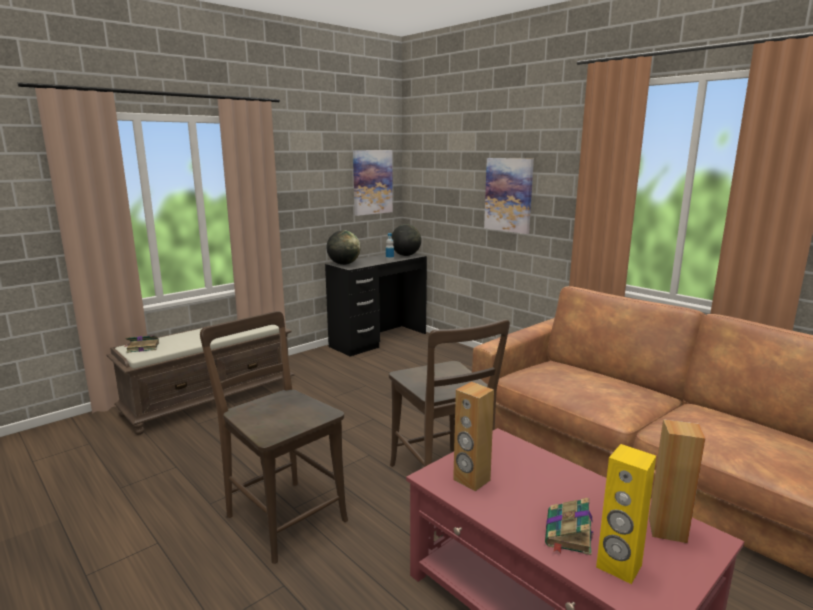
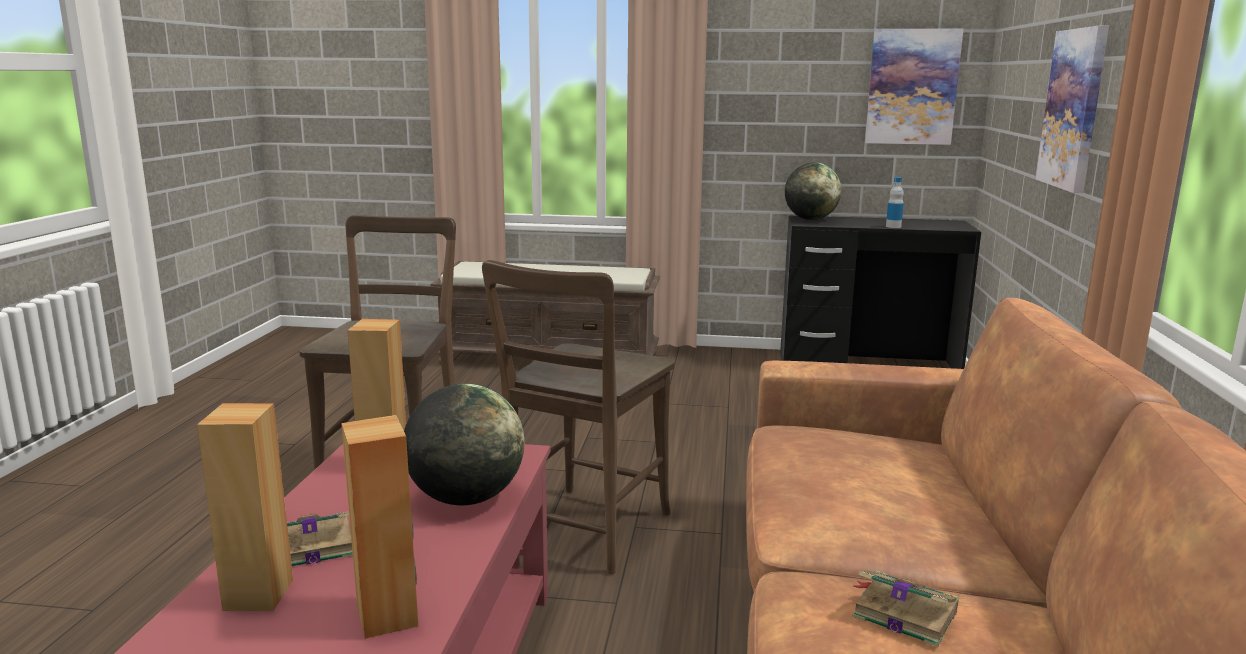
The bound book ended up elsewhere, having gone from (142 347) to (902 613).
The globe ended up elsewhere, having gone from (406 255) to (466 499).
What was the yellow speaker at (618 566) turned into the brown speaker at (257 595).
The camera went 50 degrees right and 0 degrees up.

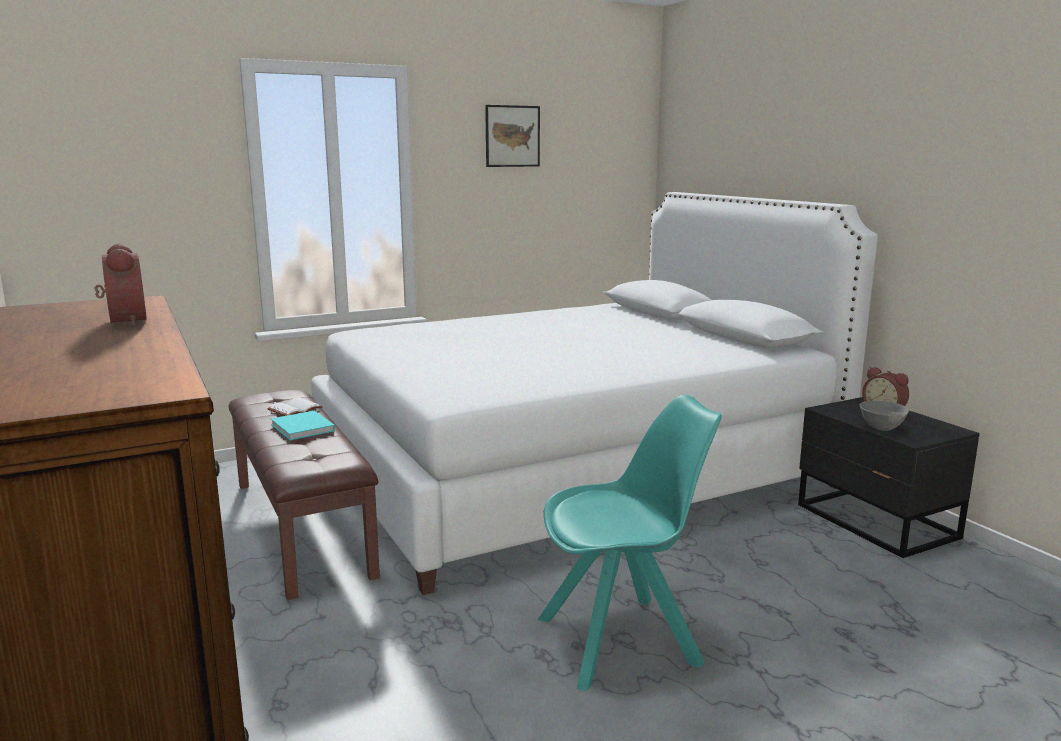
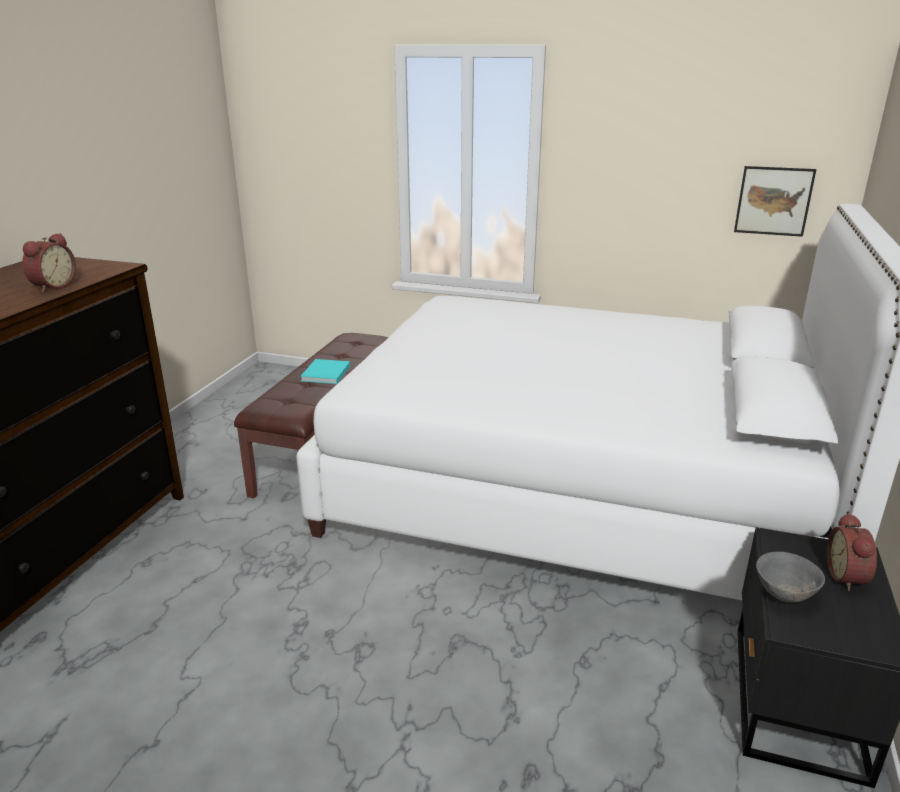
The second view lost the white bound book at (295 409).
The second view lost the turquoise-coloured plain chair at (622 641).
The picture ended up elsewhere, having gone from (512 136) to (773 201).
The camera went 45 degrees right and 10 degrees up.

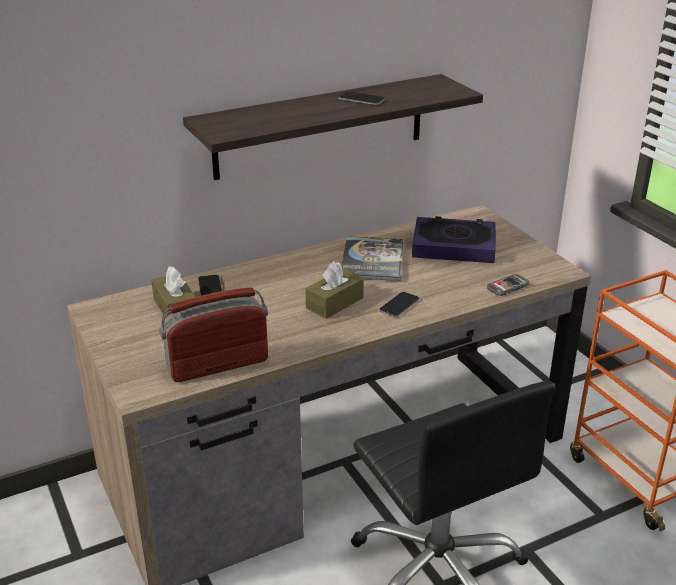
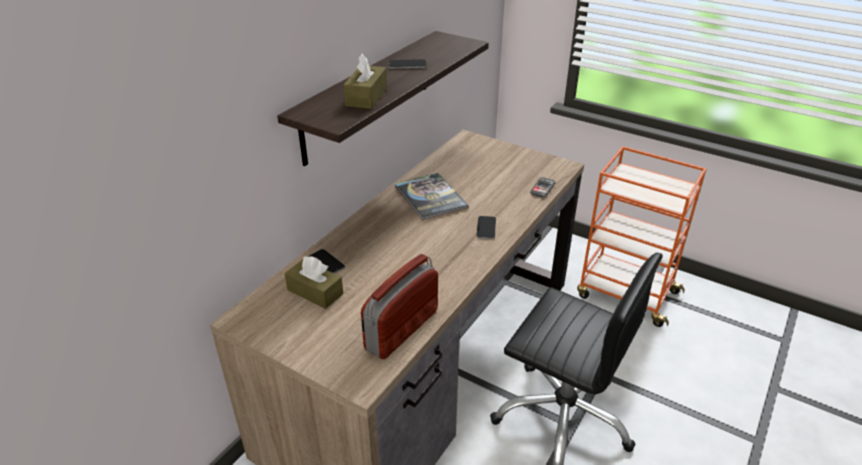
The second view lost the bound book at (453 246).
The brown box of tissues ended up elsewhere, having gone from (334 303) to (366 97).
The camera went 30 degrees left and 5 degrees up.

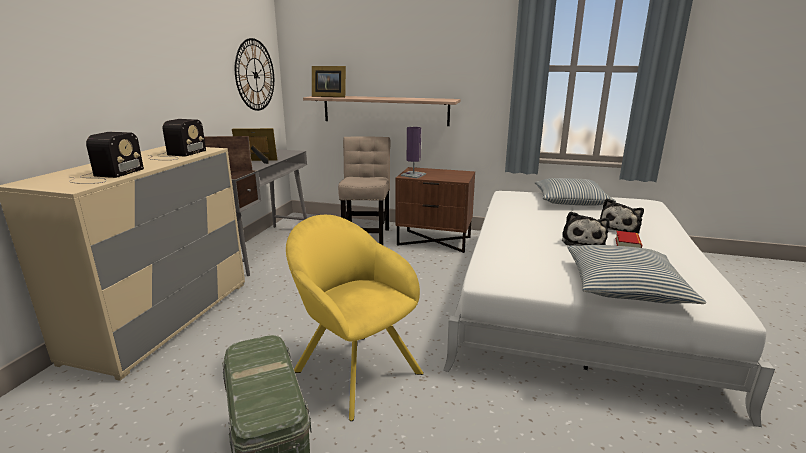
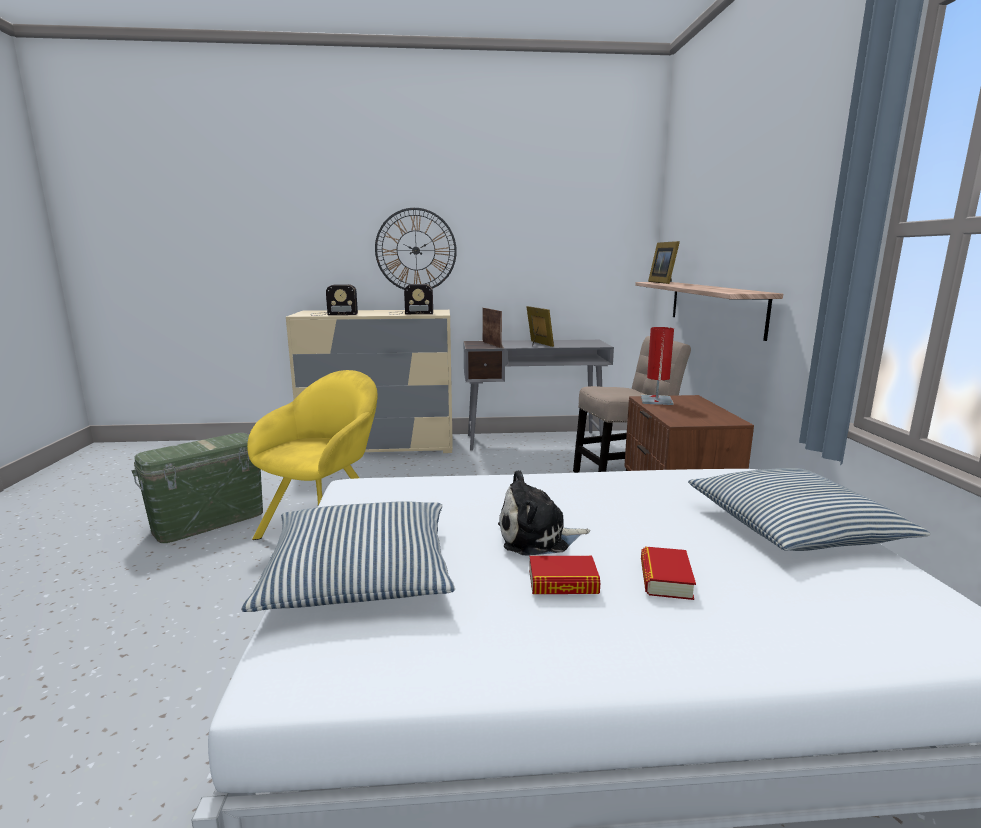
The wall clock ended up elsewhere, having gone from (255 75) to (416 250).
Where the soft toy stood at (620 228), the bound book came to stand at (665 579).
What was the purple lamp for a table at (413 175) turned into the red lamp for a table at (656 400).
The camera went 70 degrees right and 5 degrees down.

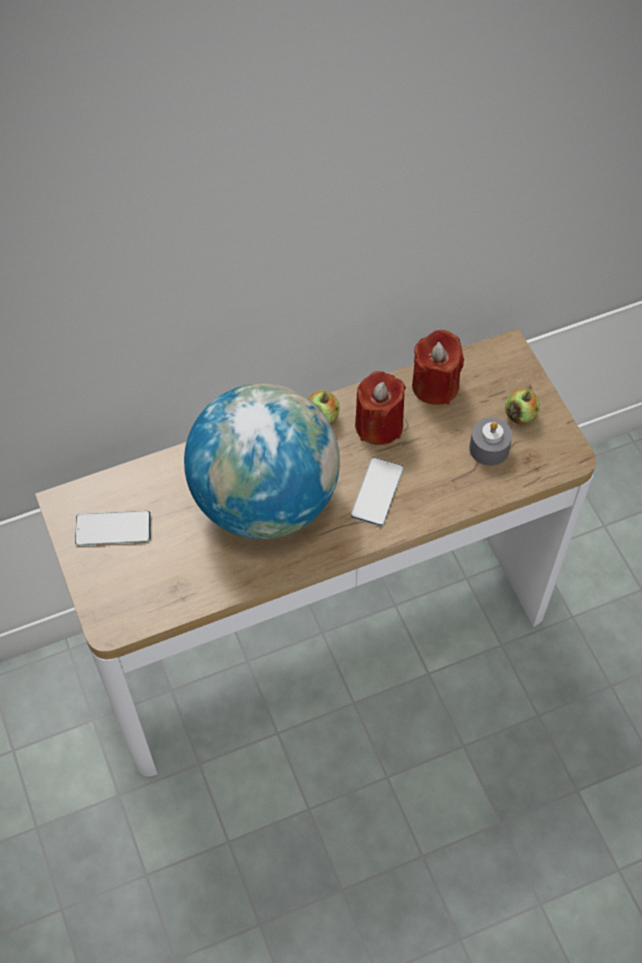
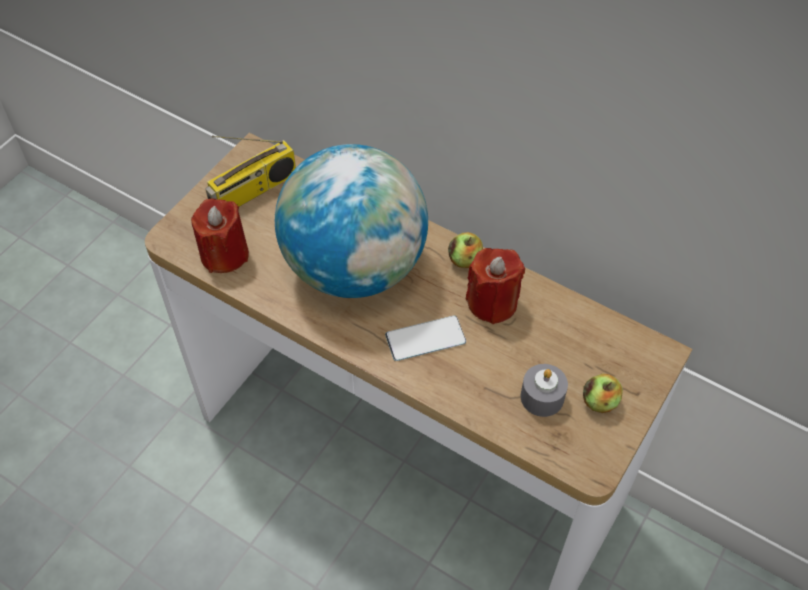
The red candle ended up elsewhere, having gone from (435 385) to (224 254).
Where the telephone stood at (113 528), the radio came to stand at (254 191).
The camera went 55 degrees right and 5 degrees down.

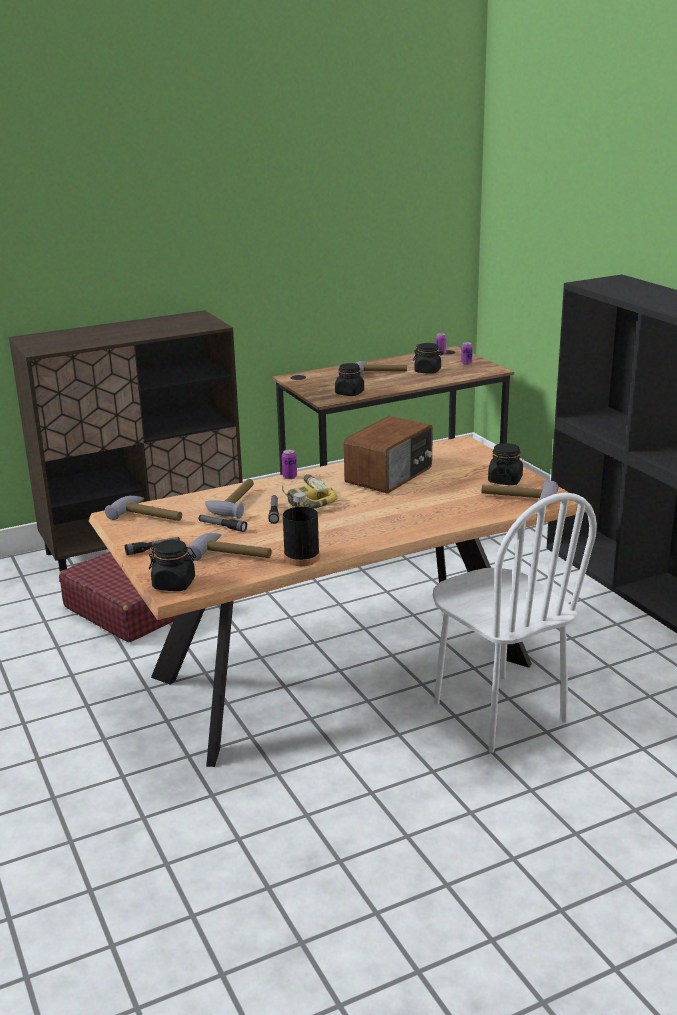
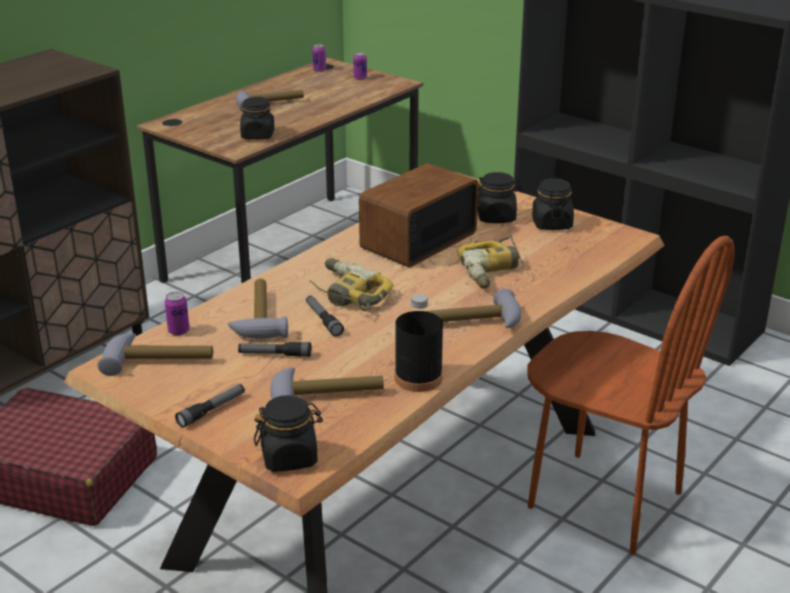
The second view gained the drill at (493 271).
The can ended up elsewhere, having gone from (289 477) to (178 331).
The blackish preserve jar ended up elsewhere, having gone from (428 371) to (496 217).
The tool hammer ended up elsewhere, having gone from (518 499) to (471 323).
What was the white plain chair at (498 712) turned into the brown plain chair at (604 500).
The radio at (390 475) ended up facing another way, 150 degrees counterclockwise from before.
The camera went 25 degrees left and 5 degrees up.

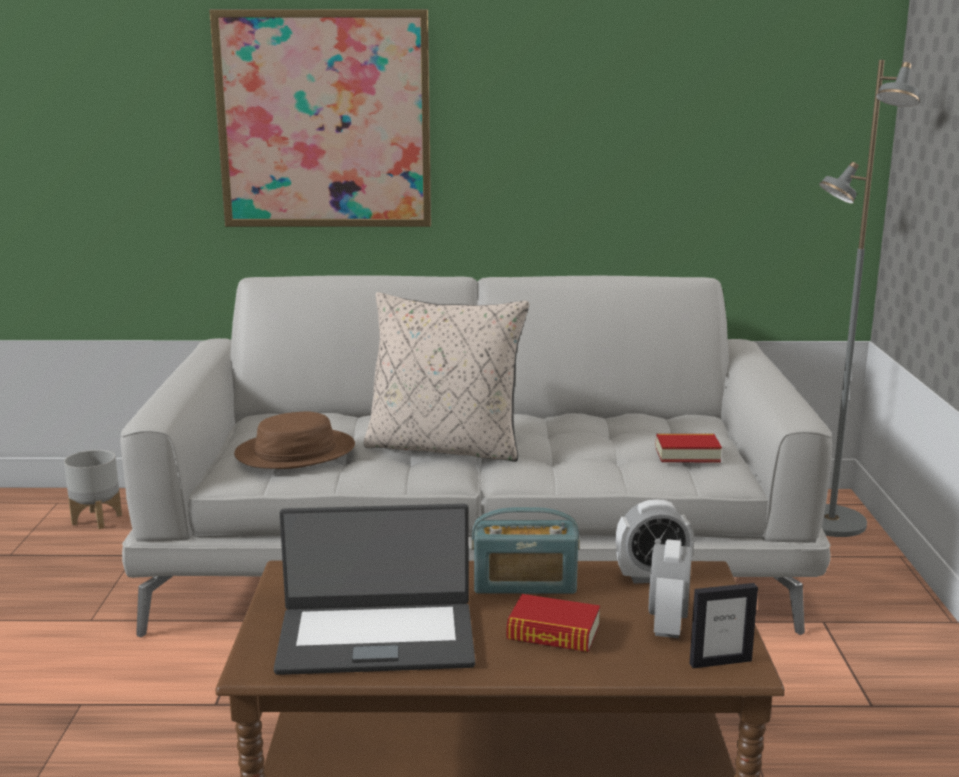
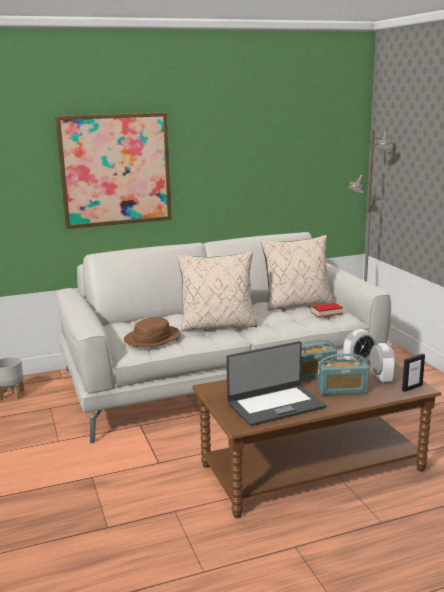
The second view gained the beige-coloured pillow at (297 304).
Where the bound book stood at (553 633), the radio came to stand at (342 390).
The camera went 20 degrees left and 0 degrees up.

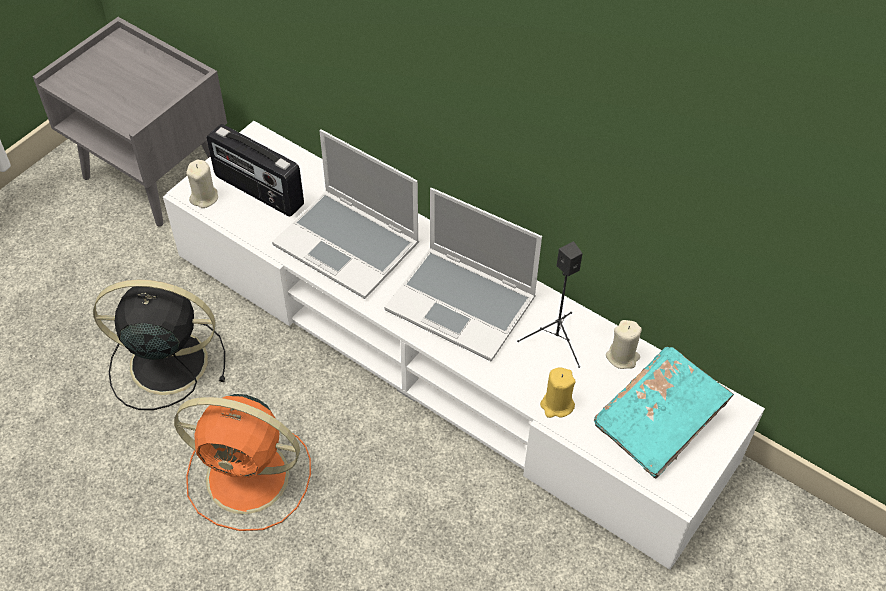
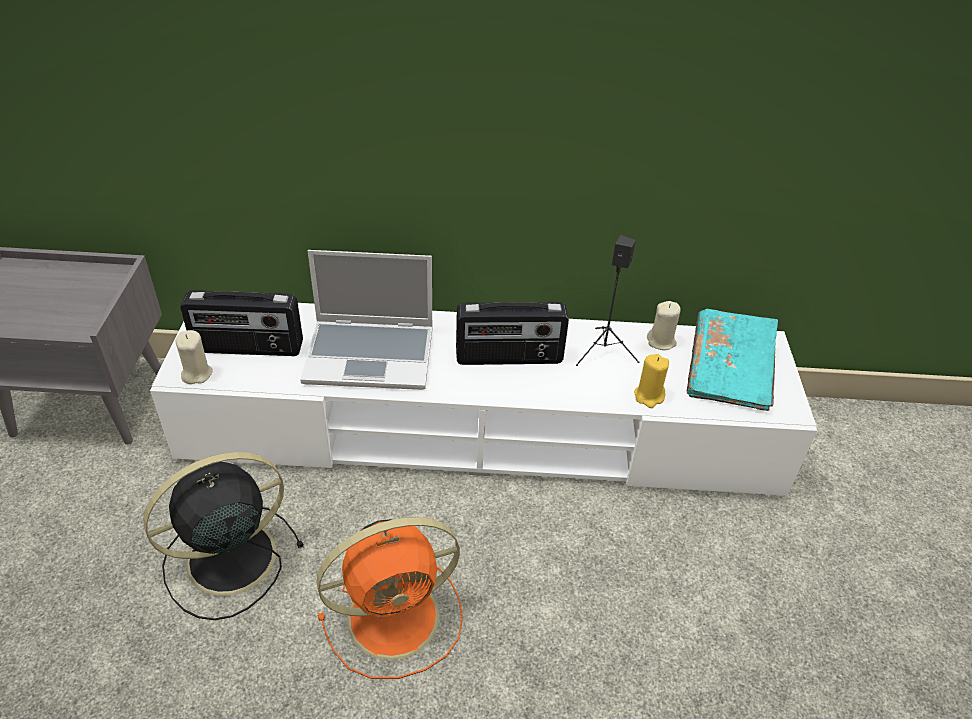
Where the portable computer stood at (463 304), the radio came to stand at (509 358).
The camera went 35 degrees left and 10 degrees down.

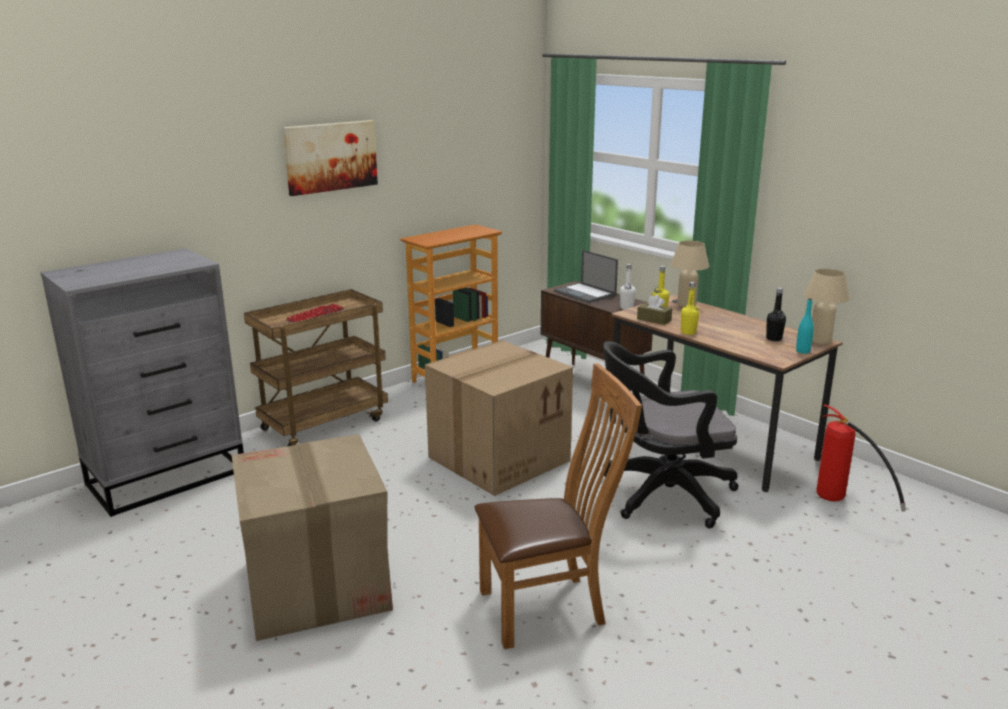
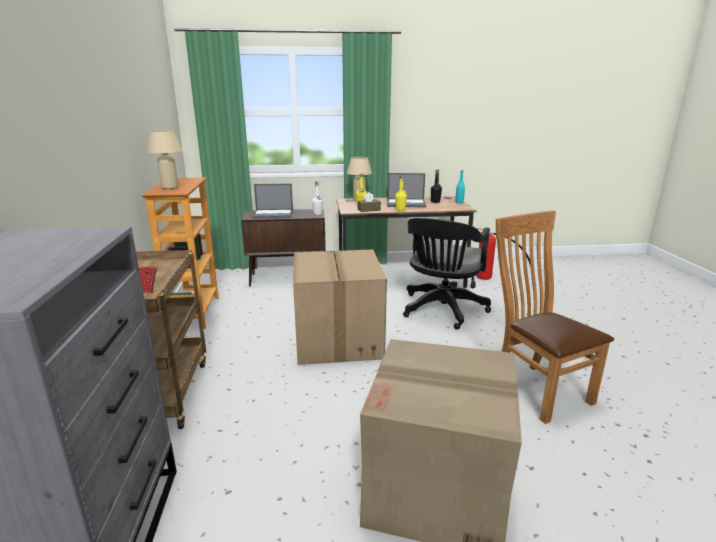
The second view lost the picture at (330 156).
The second view gained the portable computer at (406 203).
The beige-coloured lamp for a table ended up elsewhere, having gone from (820 341) to (170 187).
The brown plain chair at (549 607) ended up facing another way, 45 degrees counterclockwise from before.
The camera went 55 degrees left and 0 degrees up.

